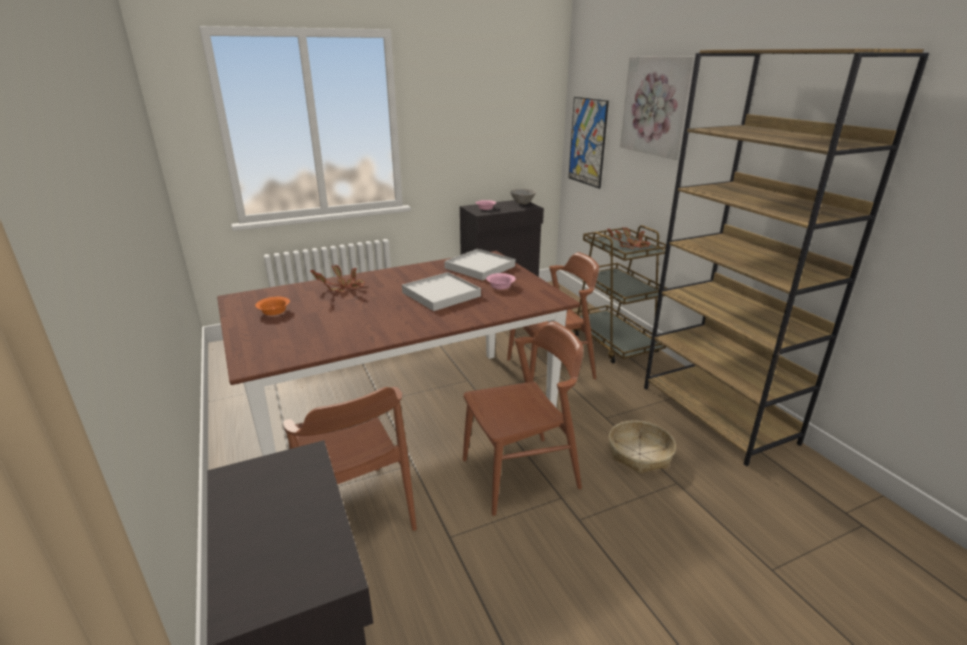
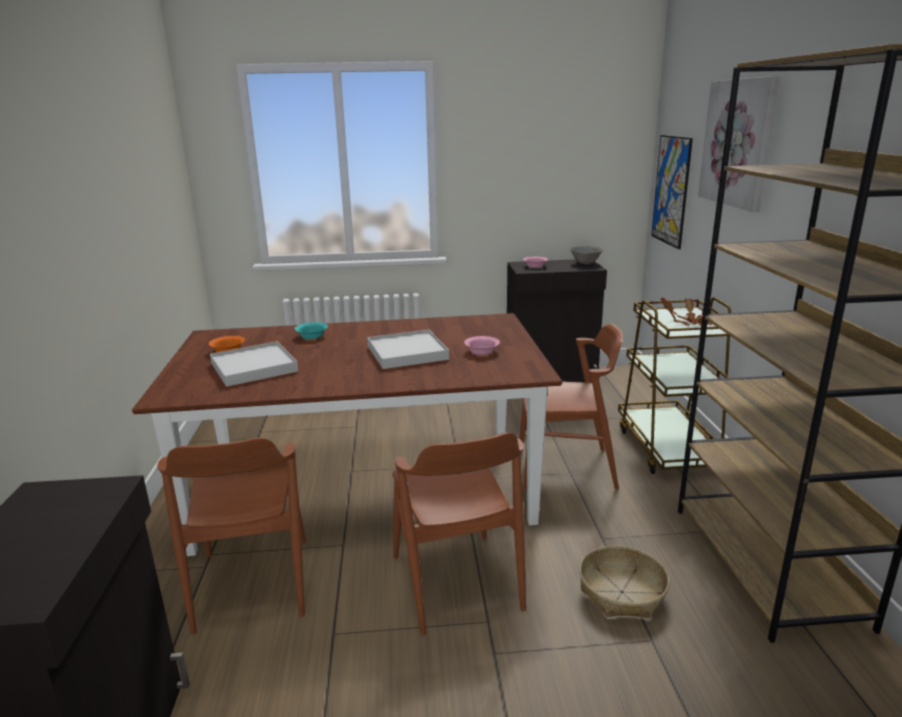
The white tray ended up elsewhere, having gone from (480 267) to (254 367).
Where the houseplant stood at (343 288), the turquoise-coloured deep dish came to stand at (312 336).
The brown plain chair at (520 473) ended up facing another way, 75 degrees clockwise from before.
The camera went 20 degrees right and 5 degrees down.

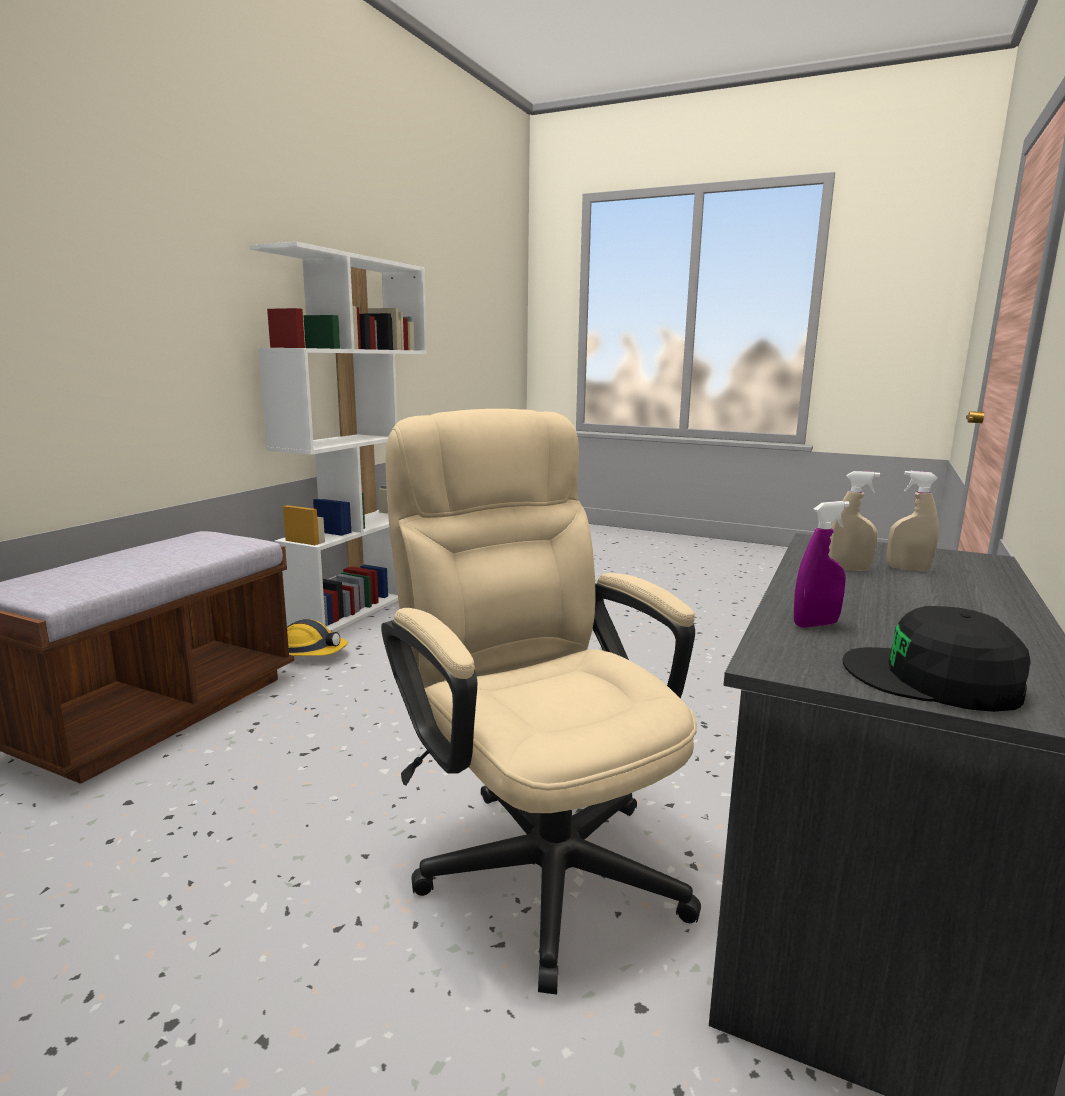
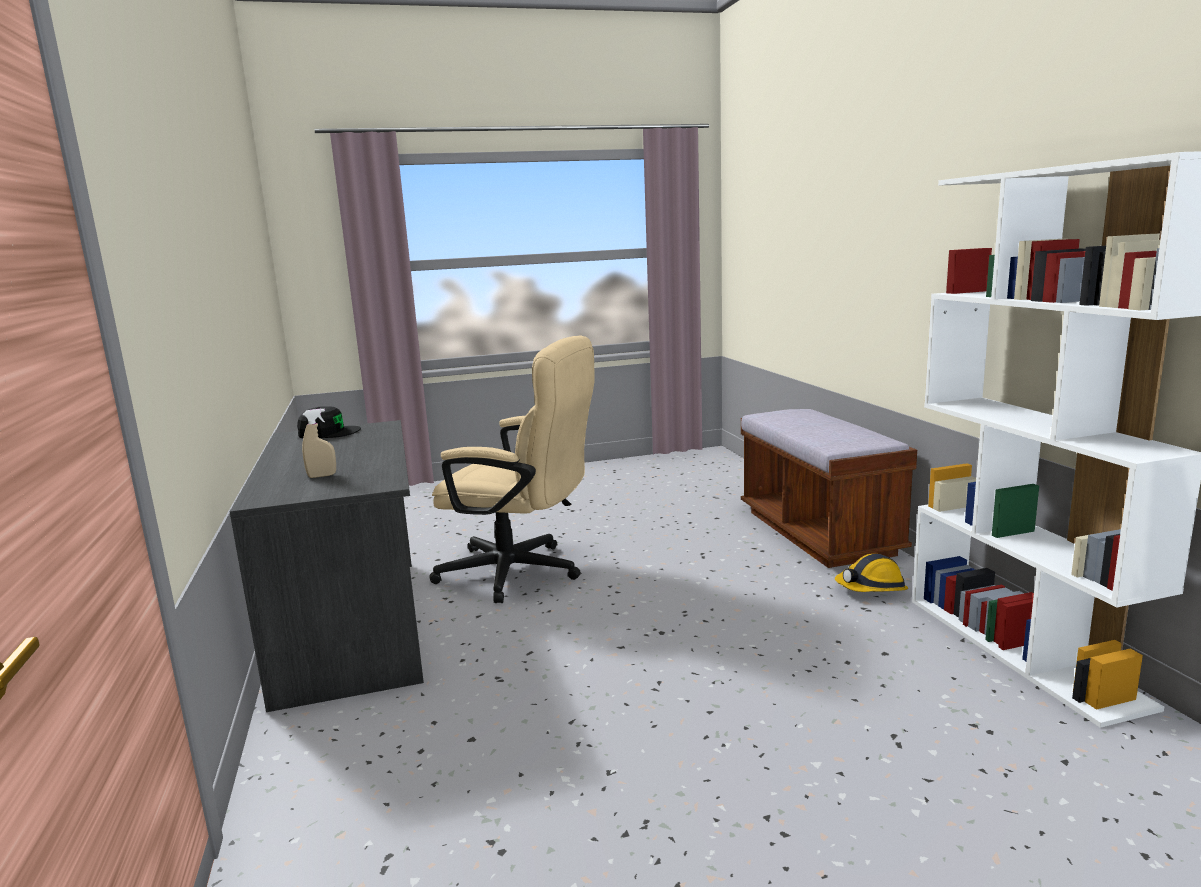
The second view lost the purple hand sprayer at (815 624).
The second view lost the beige-coloured hand sprayer at (849 569).
The camera went 140 degrees right and 0 degrees up.

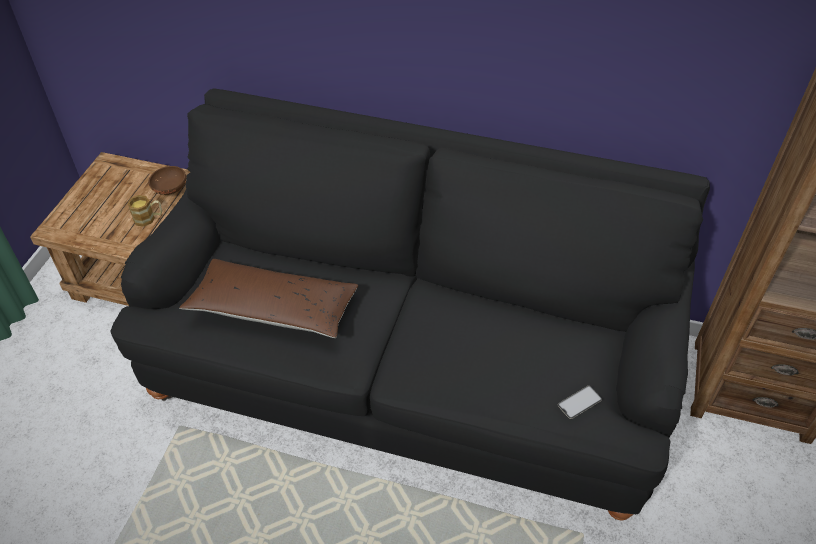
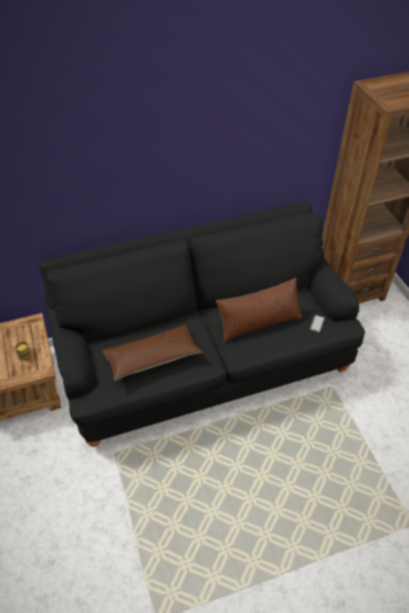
The second view lost the brown deep dish at (169 189).
The second view gained the brown pillow at (258 322).
The camera went 35 degrees left and 0 degrees up.

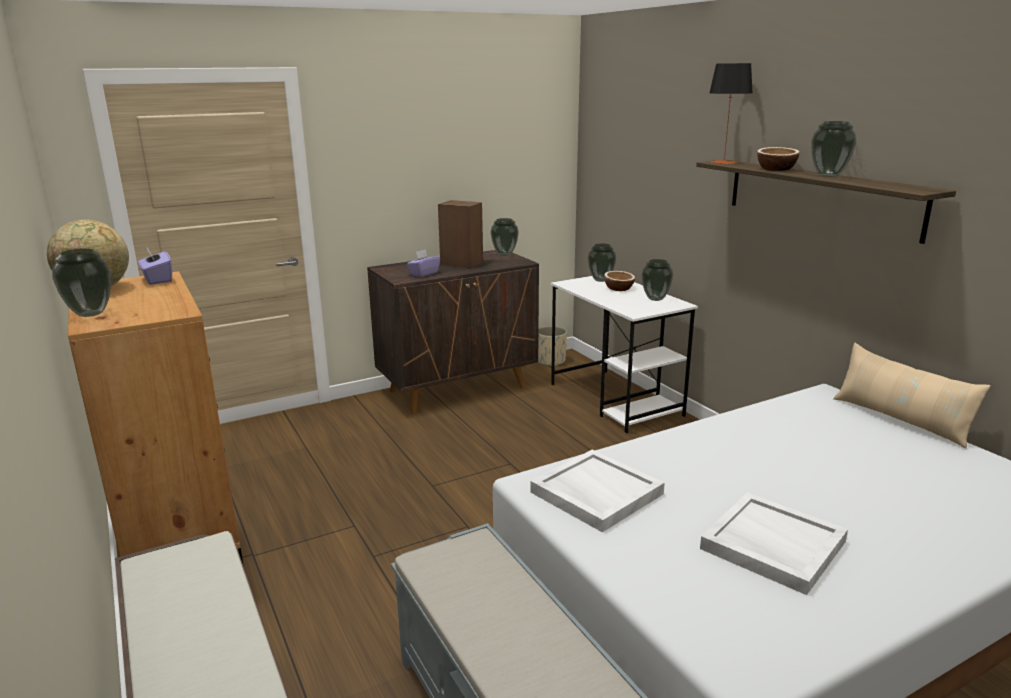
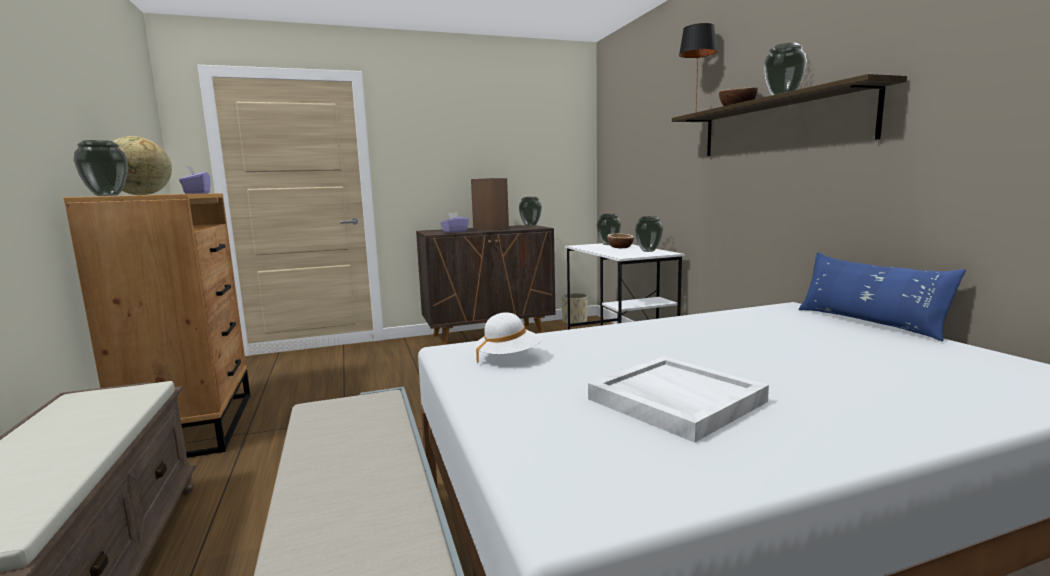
Where the white tray stood at (595 493), the white wearable hat came to stand at (508 358).
What was the beige-coloured pillow at (900 420) turned into the bluish pillow at (868 323).
The camera went 10 degrees right and 10 degrees down.

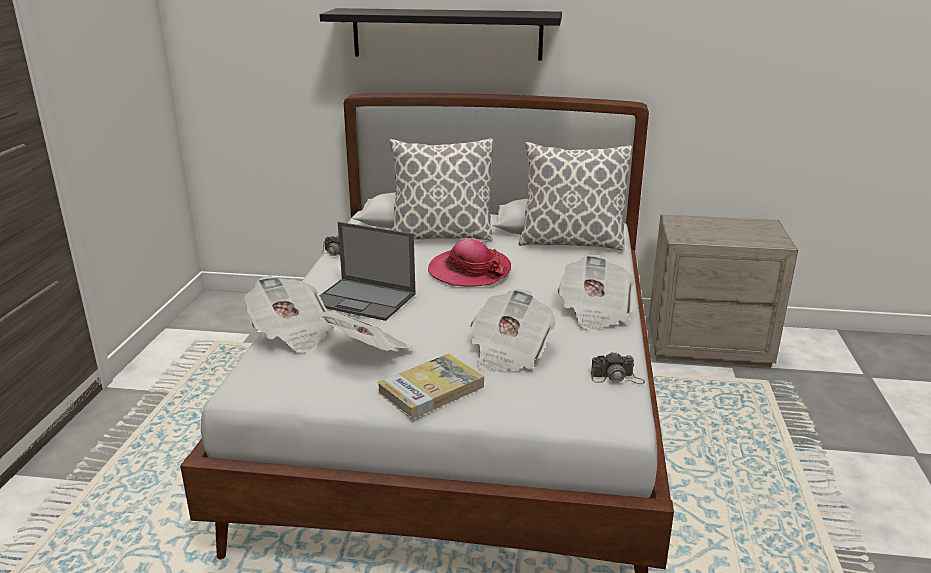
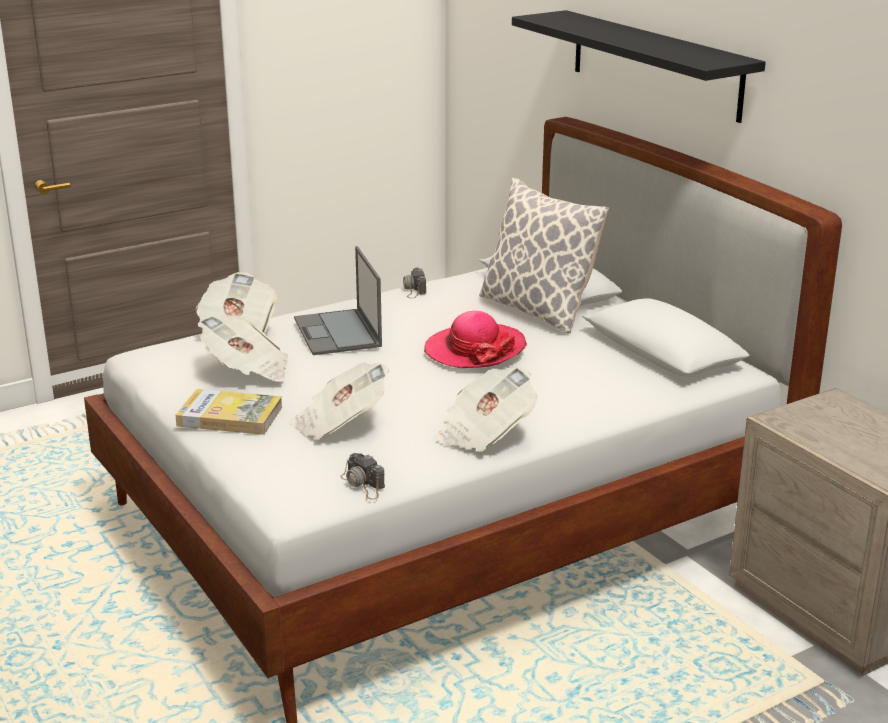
The second view lost the pillow at (571 243).
The camera went 50 degrees right and 0 degrees up.

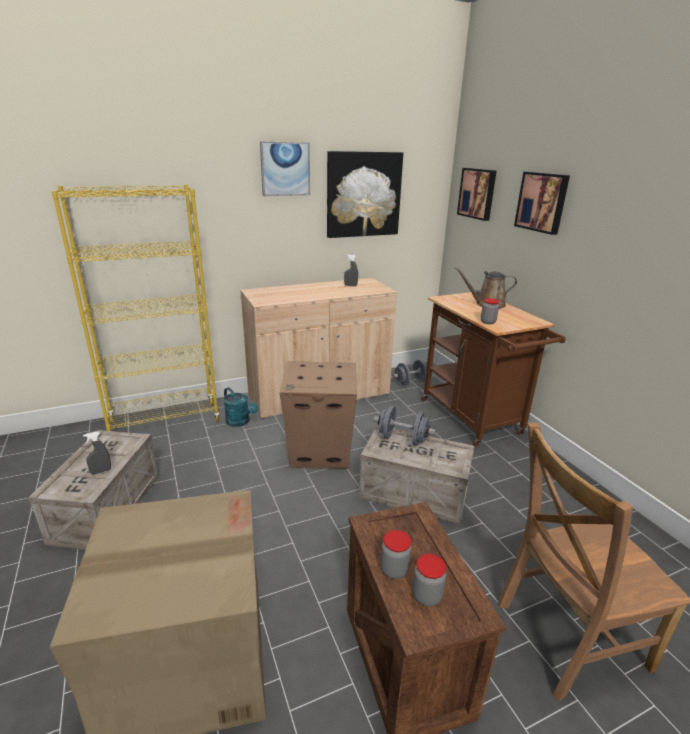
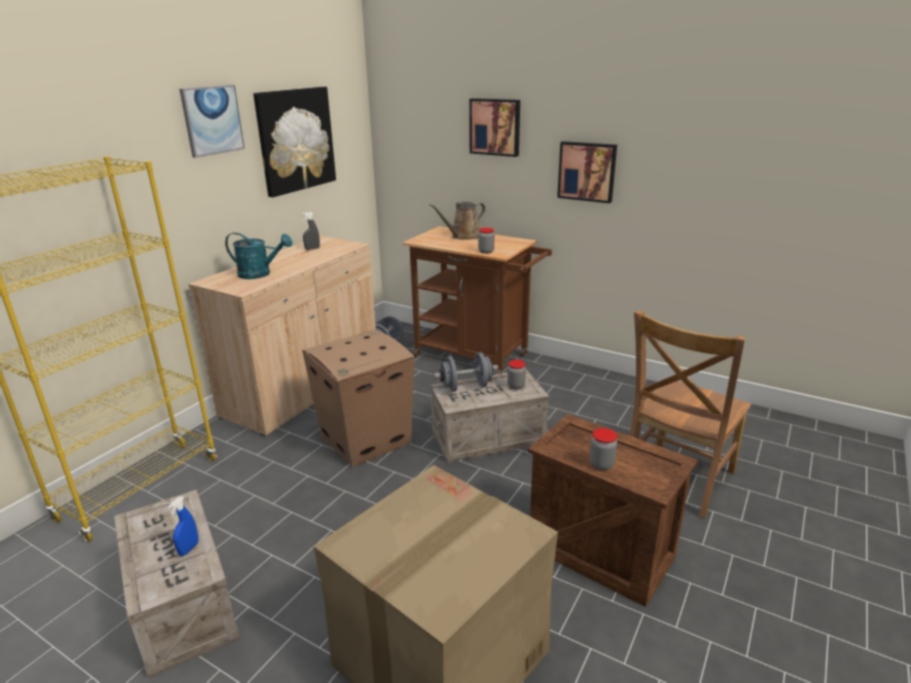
The turquoise-coloured sprinkling can ended up elsewhere, having gone from (240 422) to (260 274).
The preserve jar ended up elsewhere, having gone from (426 596) to (516 386).
The picture ended up elsewhere, having gone from (477 193) to (587 171).
What was the greyish hand sprayer at (101 471) turned into the bluish hand sprayer at (189 548).
The camera went 35 degrees left and 0 degrees up.

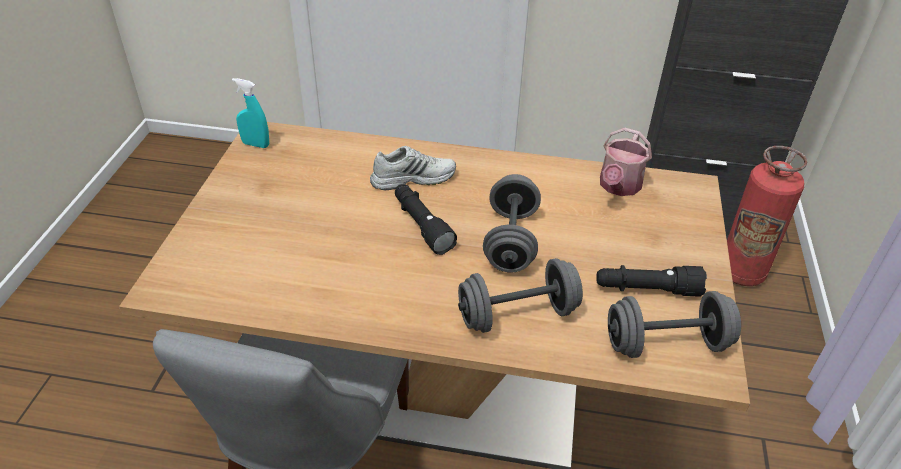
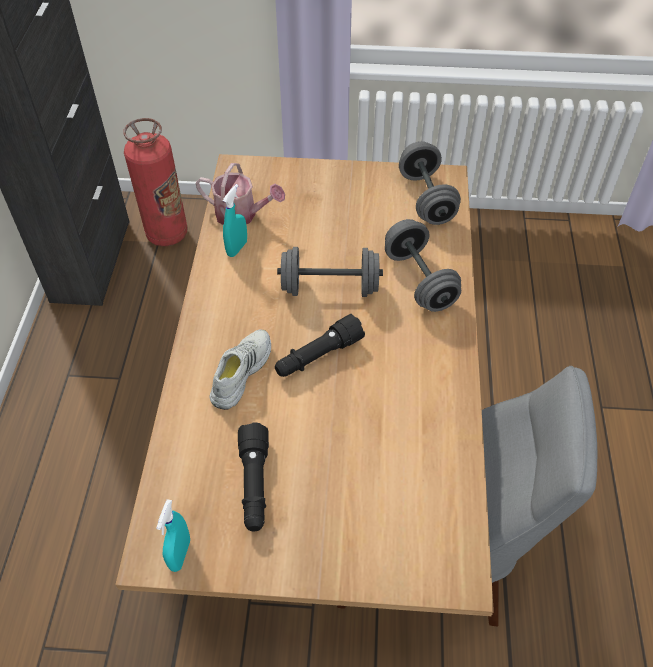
The second view gained the turquoise-coloured hand sprayer at (237 248).
The blackish hand torch ended up elsewhere, having gone from (646 289) to (254 484).
The white low shoe at (413 178) ended up facing another way, 45 degrees clockwise from before.
The camera went 95 degrees left and 10 degrees up.

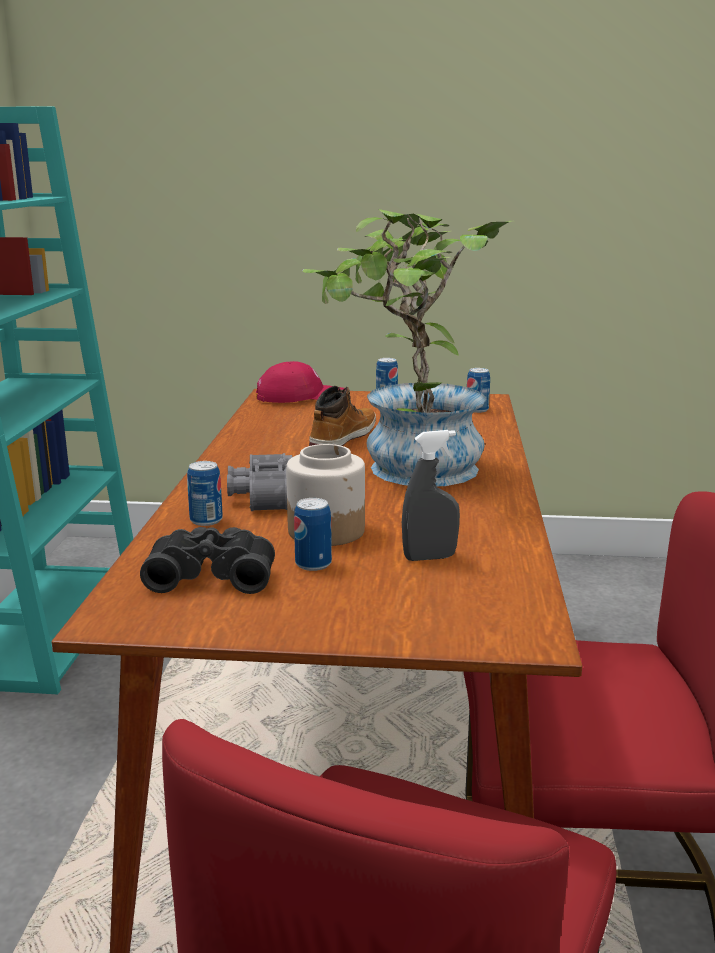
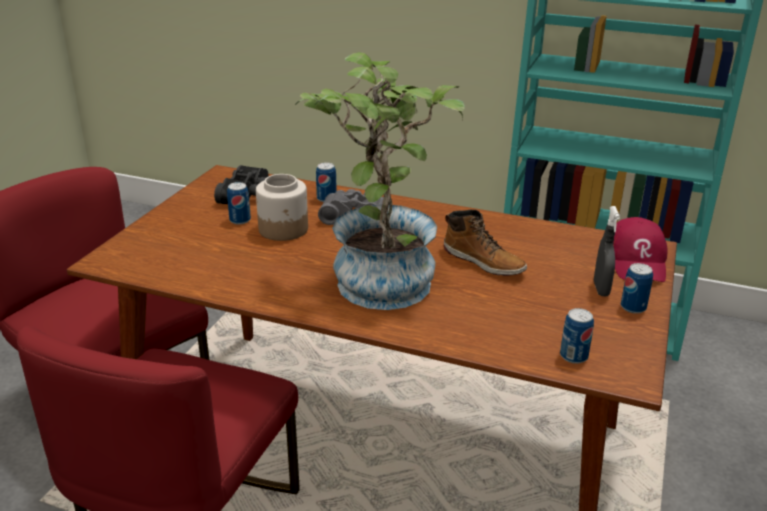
The greyish hand sprayer ended up elsewhere, having gone from (429 557) to (601 289).
The camera went 105 degrees right and 10 degrees up.

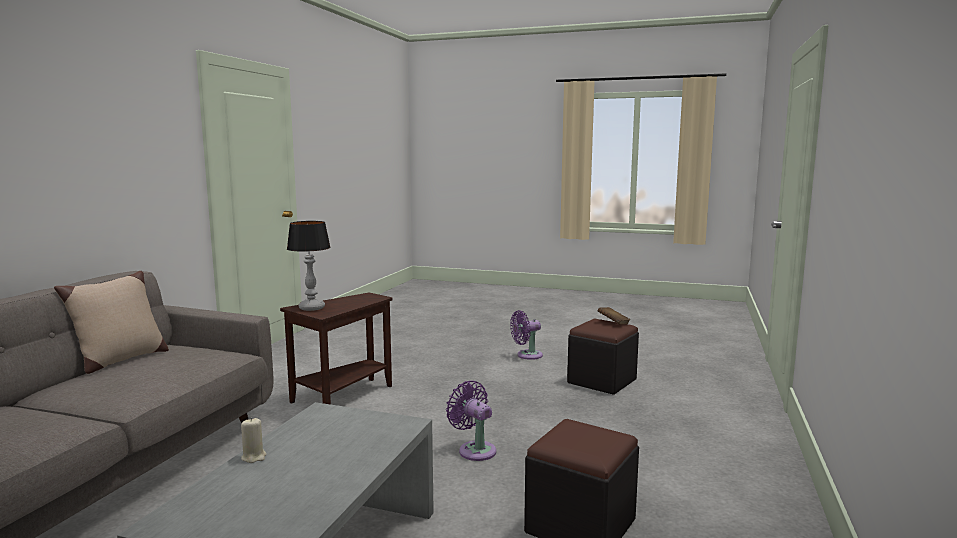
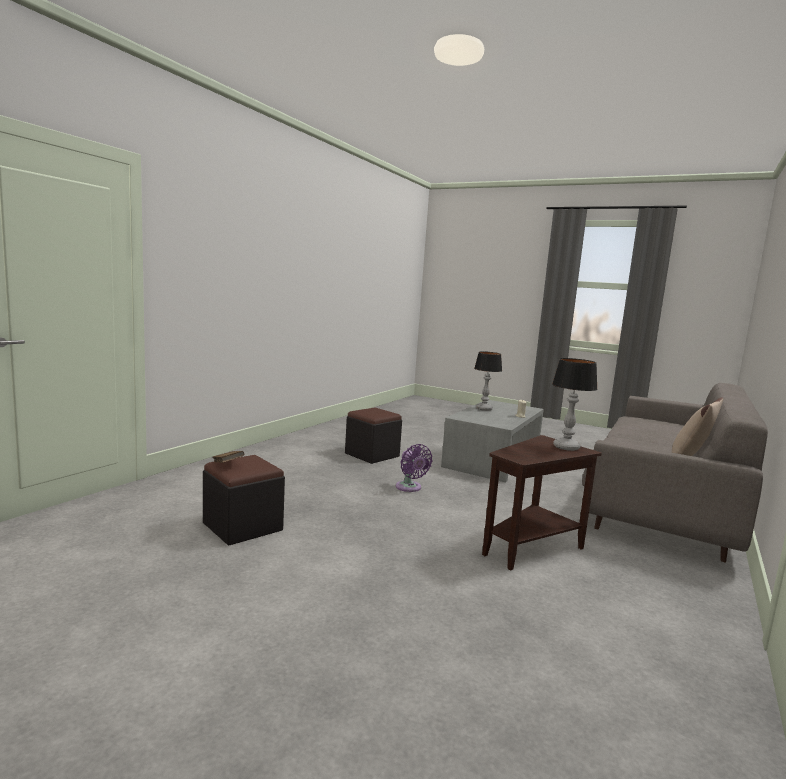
The second view lost the purple electric fan at (527 355).
The second view gained the lamp for a table at (484 409).
The camera went 170 degrees left and 0 degrees up.

